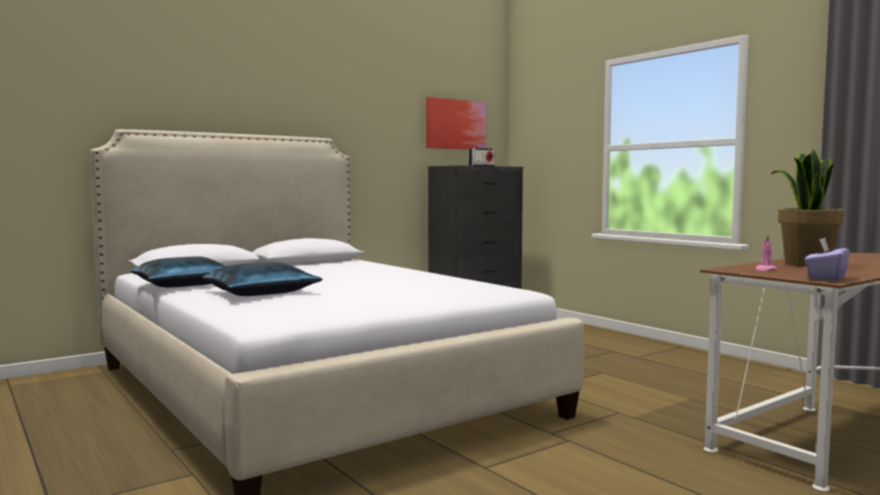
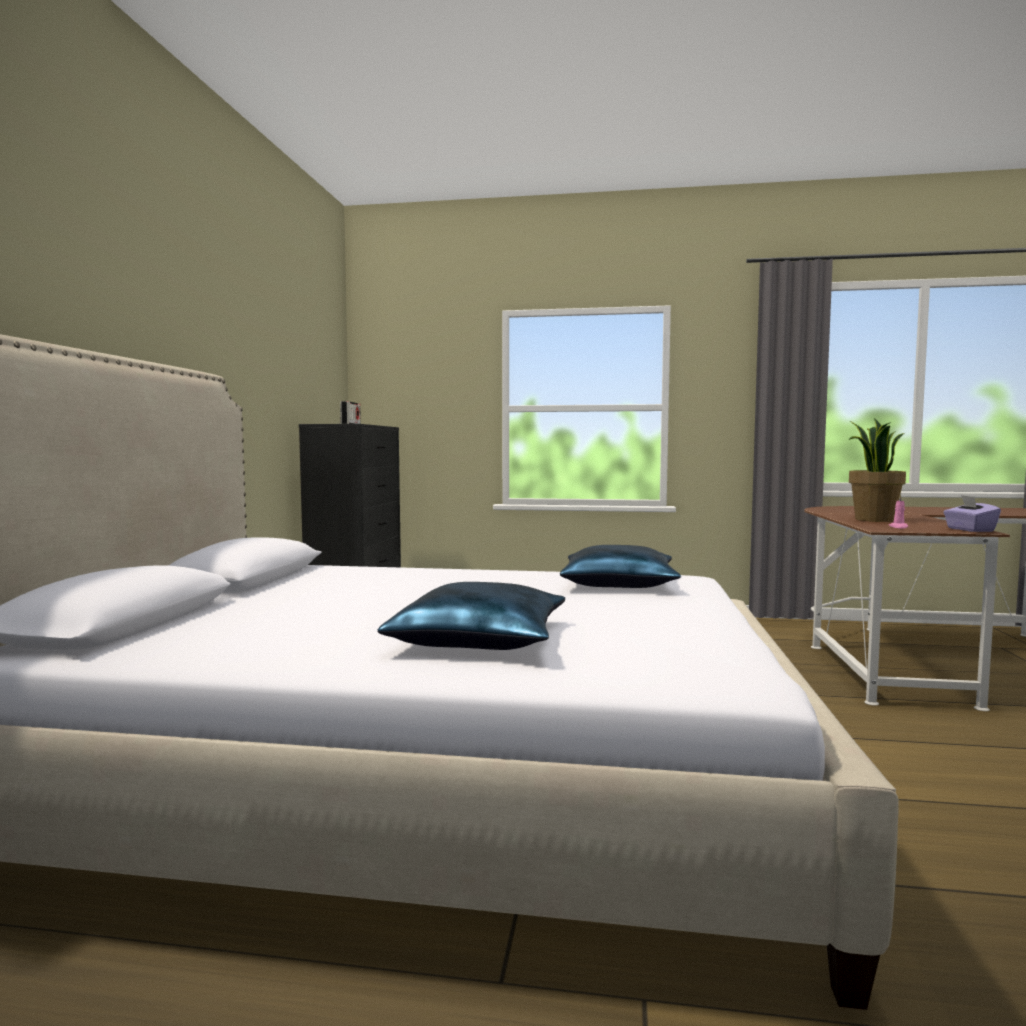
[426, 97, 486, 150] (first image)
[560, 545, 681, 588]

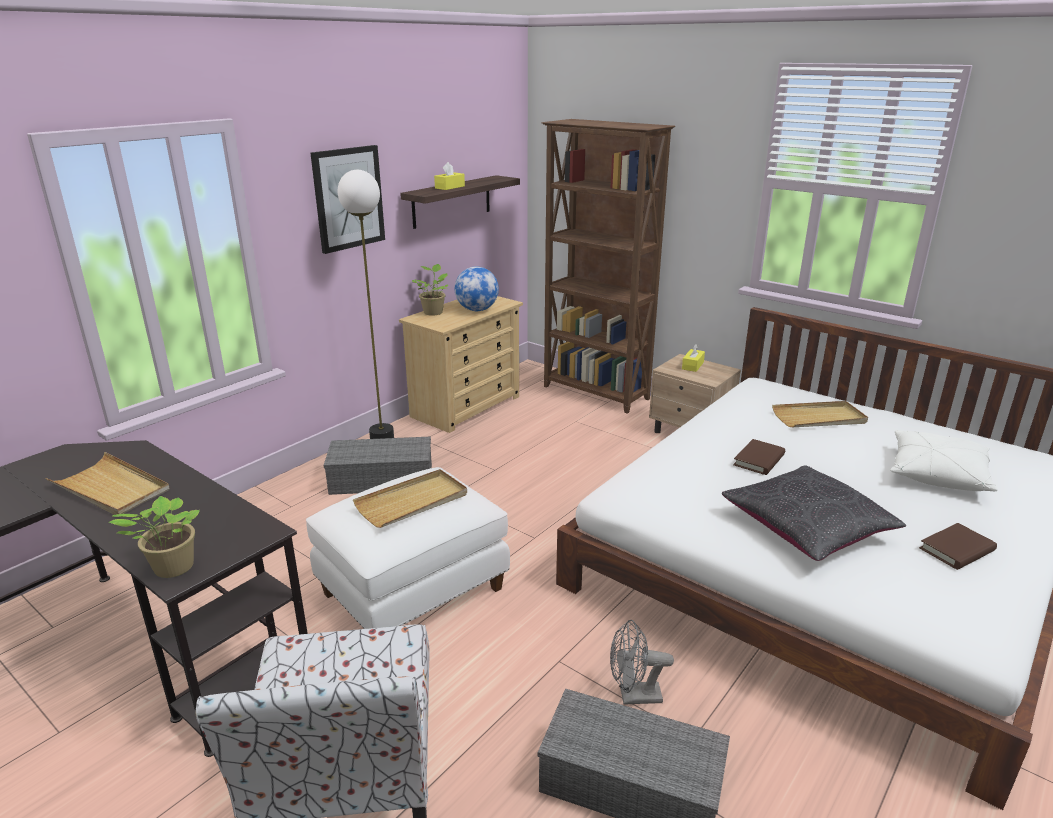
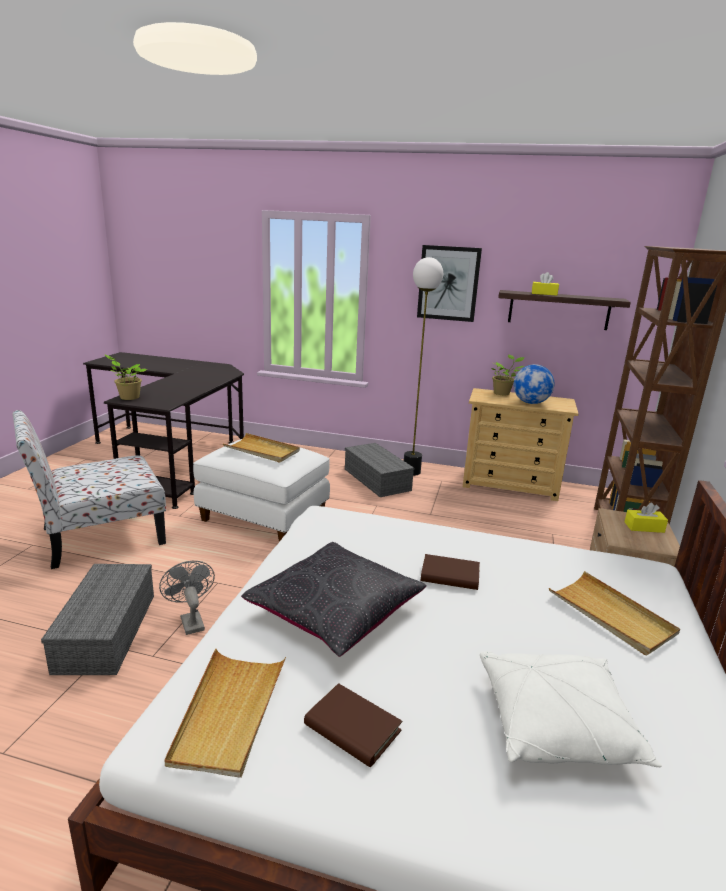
[164, 648, 286, 778]

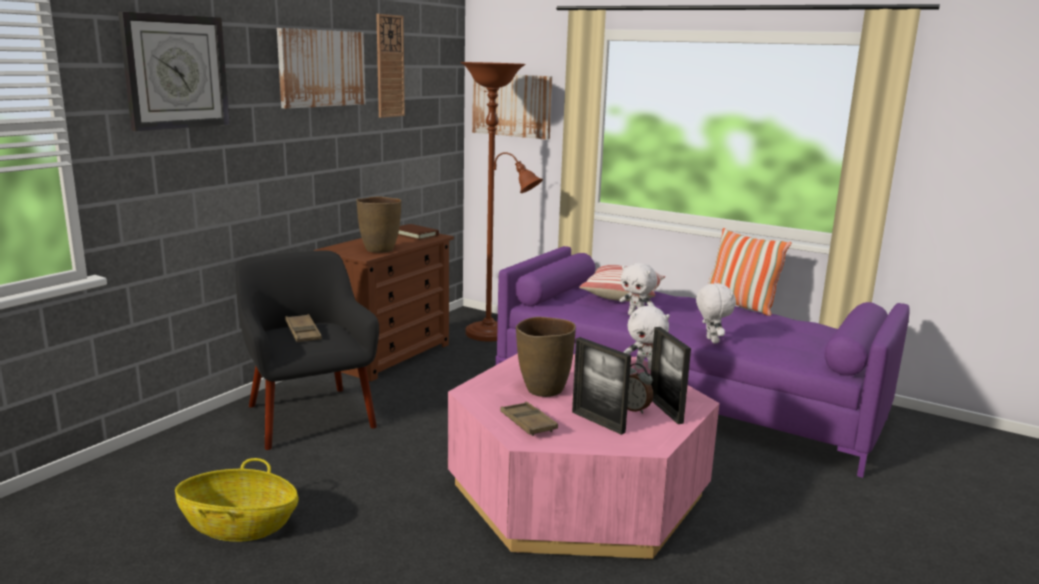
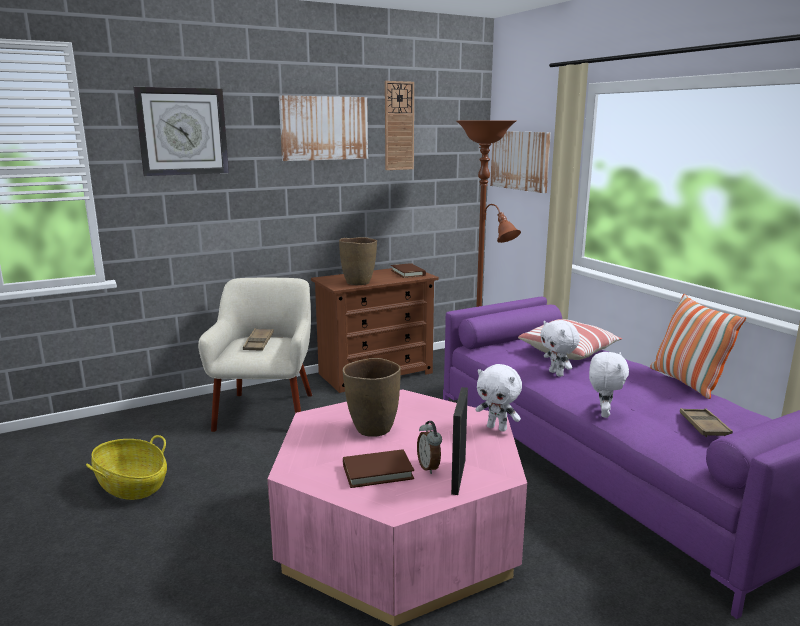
[198, 278, 312, 432]
[343, 449, 414, 488]
[680, 408, 733, 437]

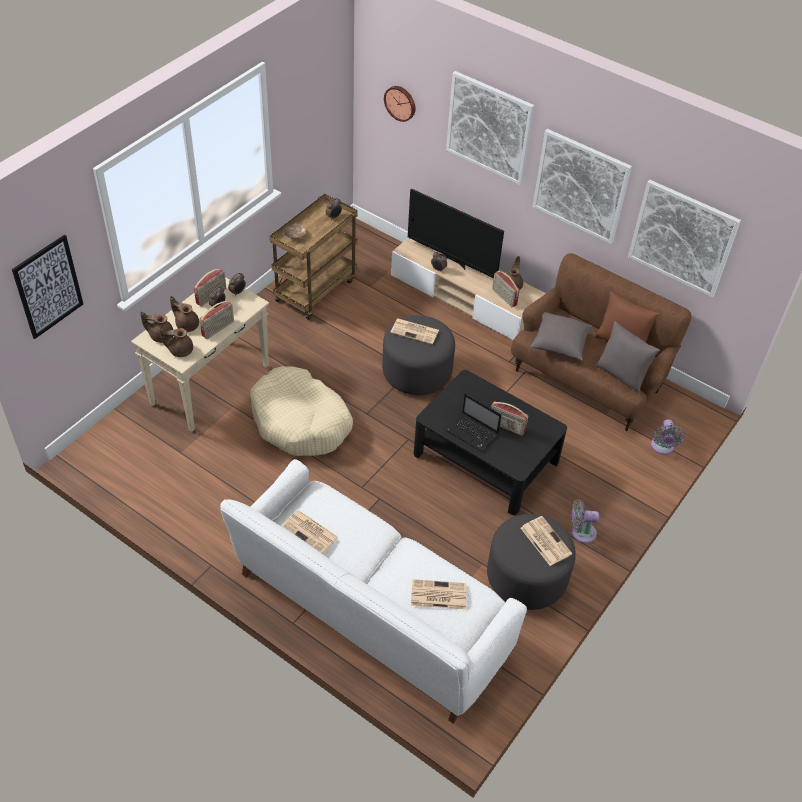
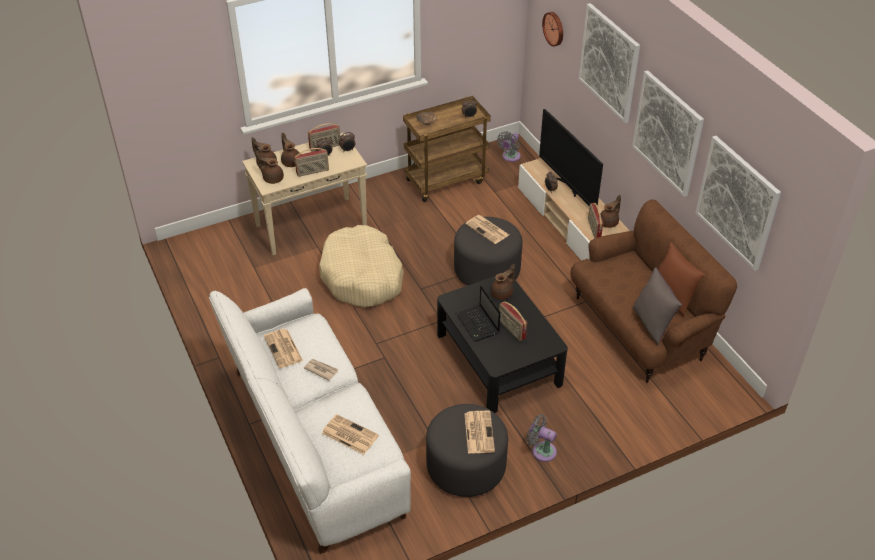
[12, 235, 83, 339] (first image)
[530, 312, 593, 361] (first image)
[497, 131, 521, 162]
[491, 264, 515, 300]
[304, 359, 338, 381]

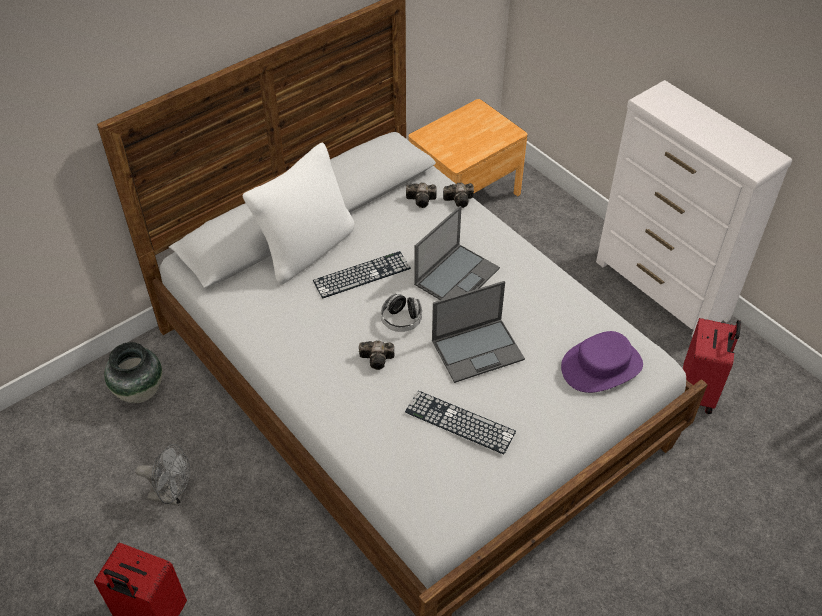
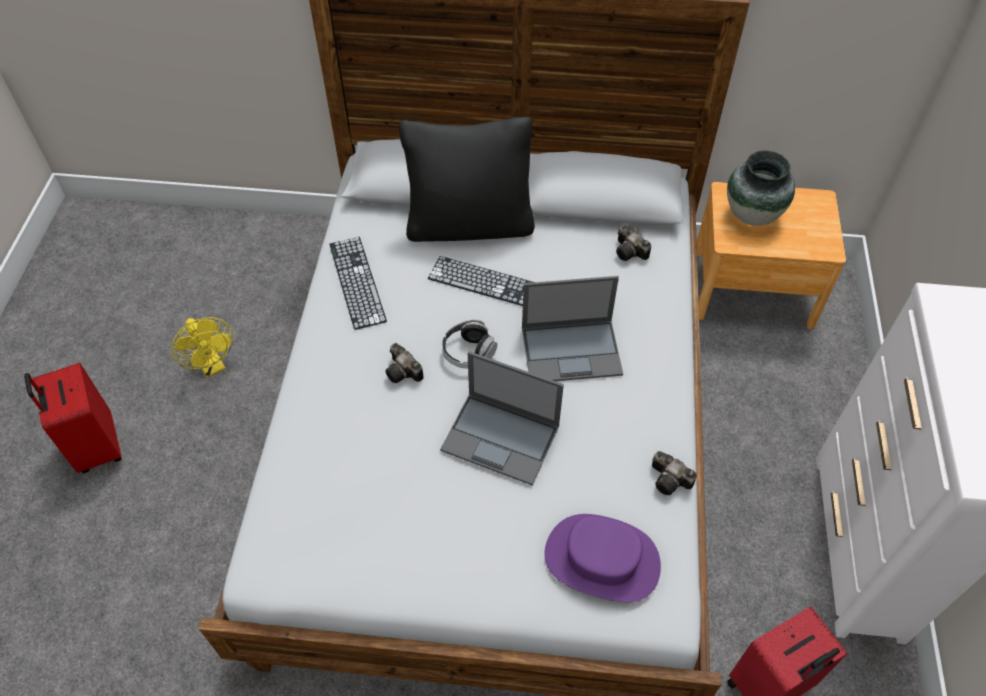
[399, 117, 535, 242]
[652, 451, 697, 495]
[727, 151, 795, 226]
[329, 237, 387, 330]
[171, 317, 234, 378]

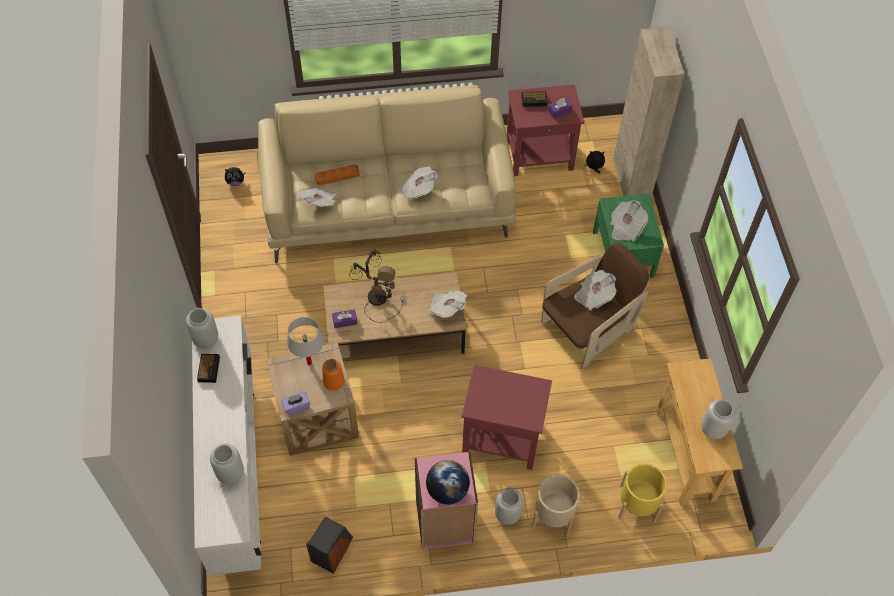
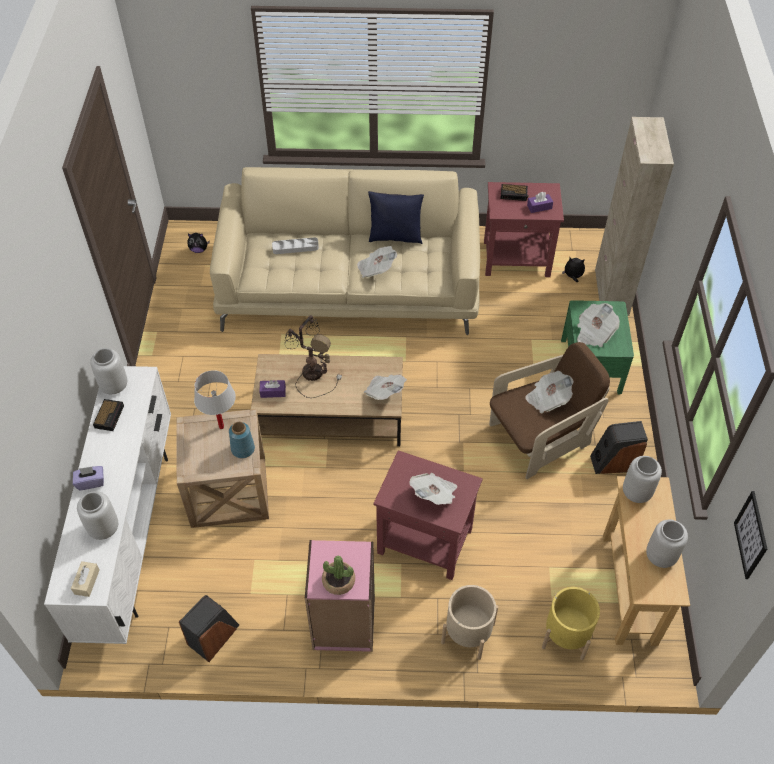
[272, 237, 319, 254]
[409, 473, 457, 505]
[229, 422, 255, 458]
[73, 466, 104, 490]
[322, 555, 355, 595]
[623, 456, 662, 503]
[368, 191, 424, 244]
[590, 421, 648, 474]
[734, 491, 767, 579]
[71, 561, 100, 597]

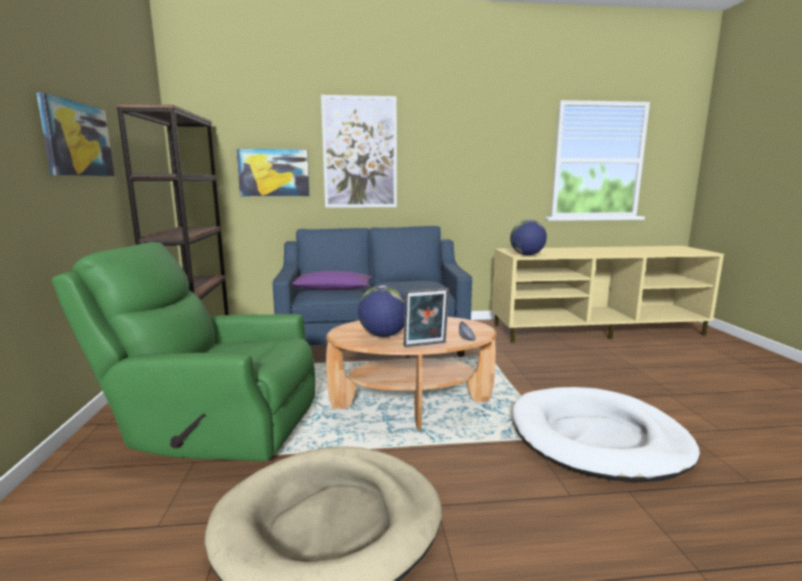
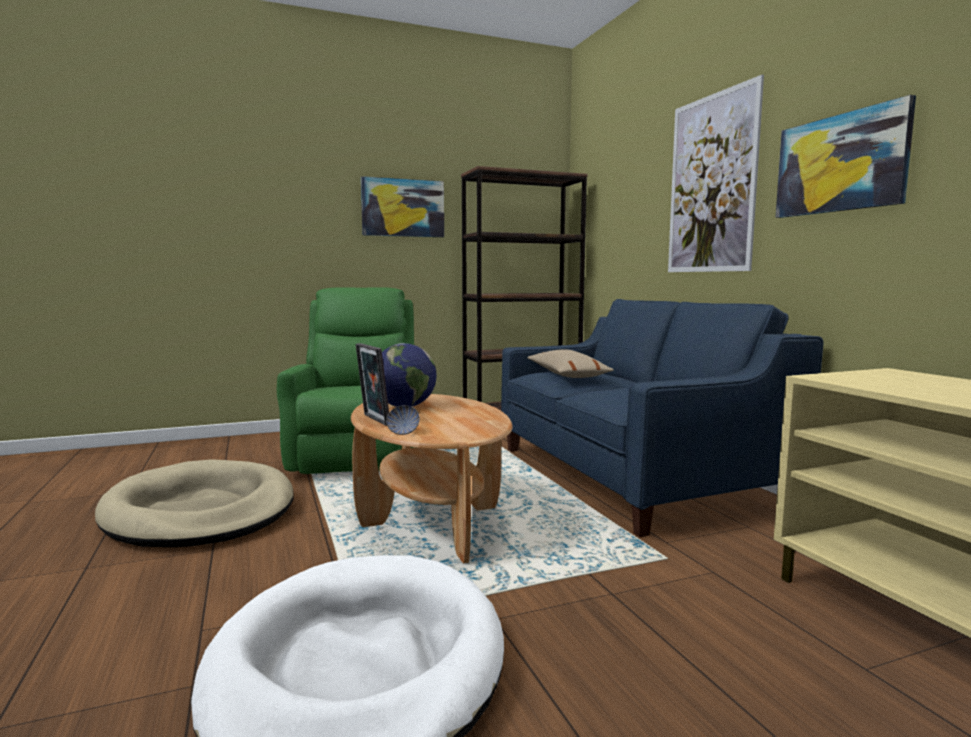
[776, 95, 916, 218]
[510, 220, 547, 255] (first image)
[528, 349, 614, 378]

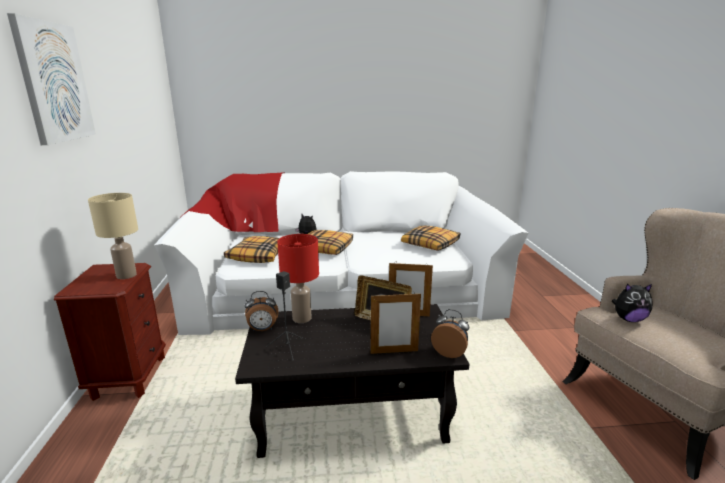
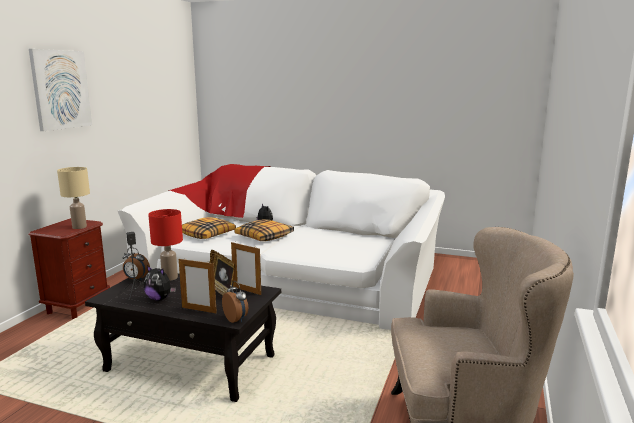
[401, 226, 460, 251] (first image)
[144, 266, 176, 301]

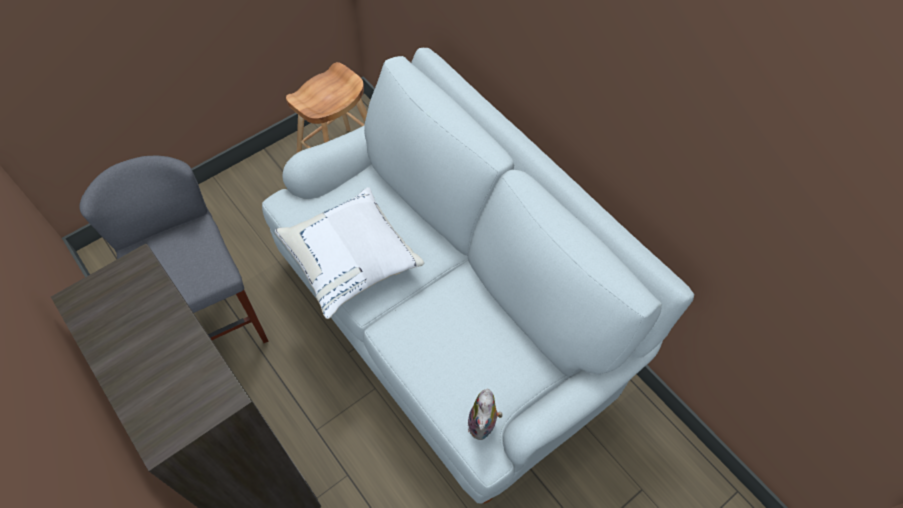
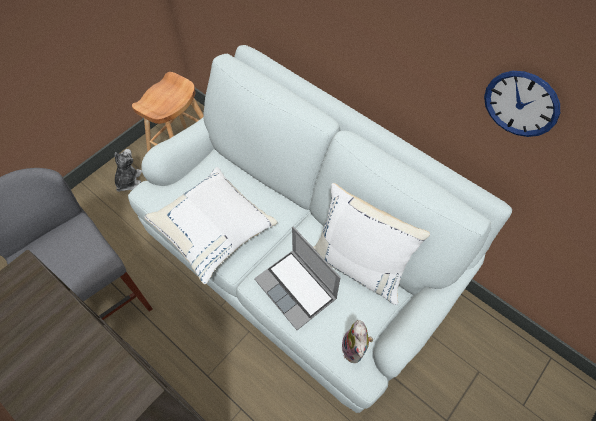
[484, 71, 560, 137]
[114, 149, 142, 192]
[313, 183, 430, 305]
[254, 226, 341, 330]

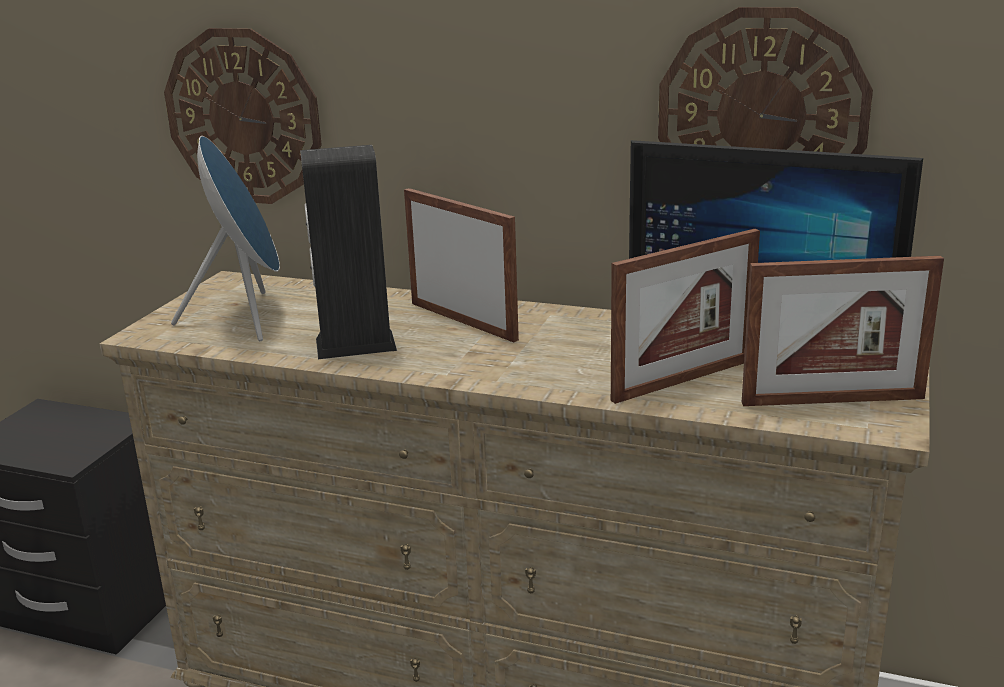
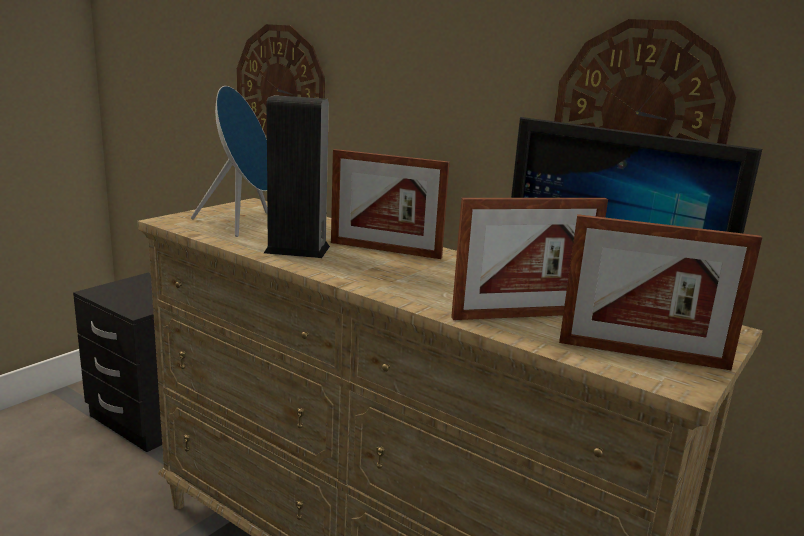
[331, 149, 450, 259]

